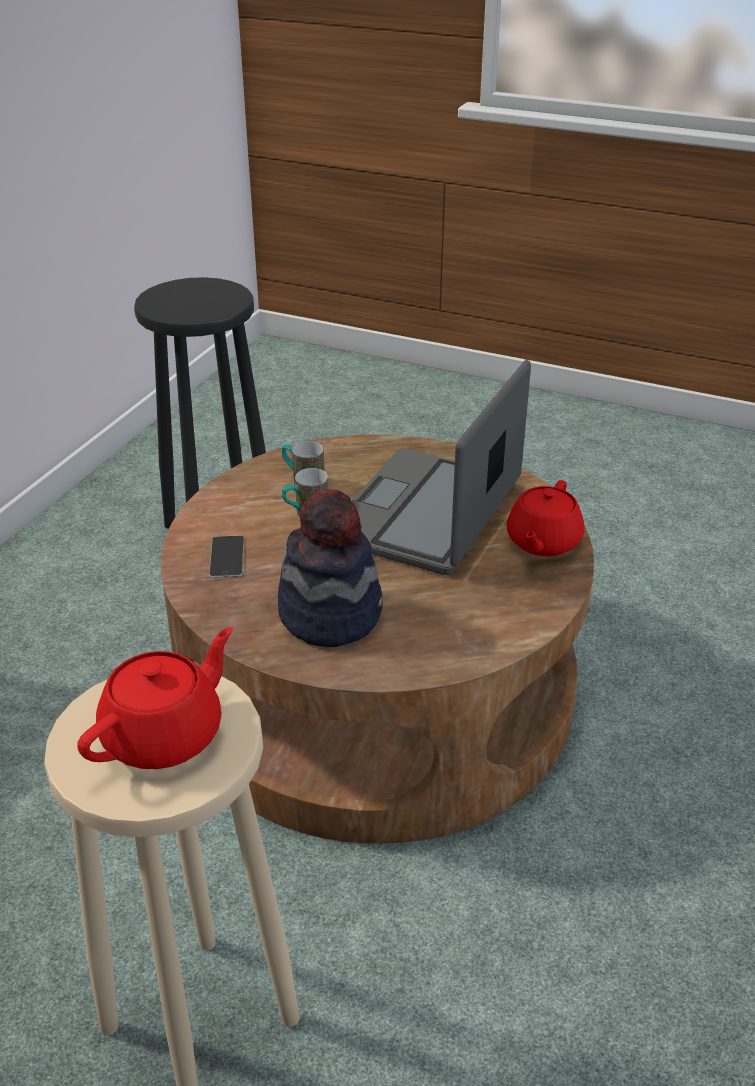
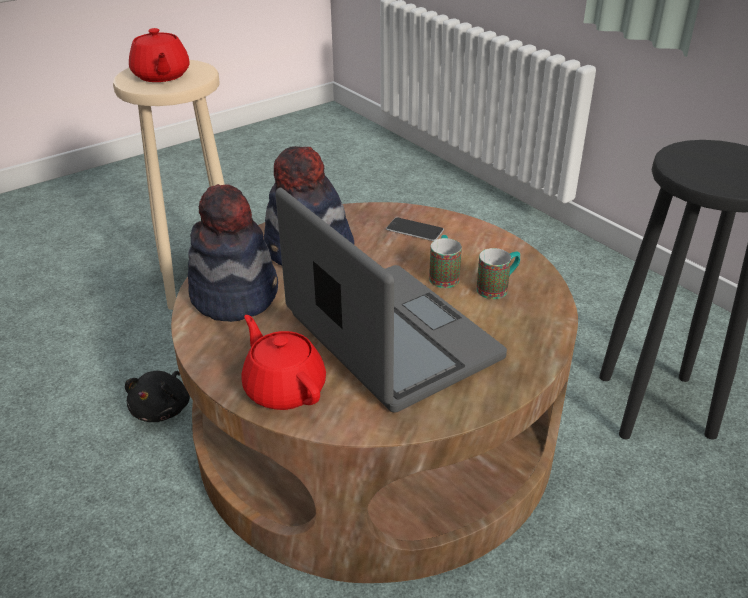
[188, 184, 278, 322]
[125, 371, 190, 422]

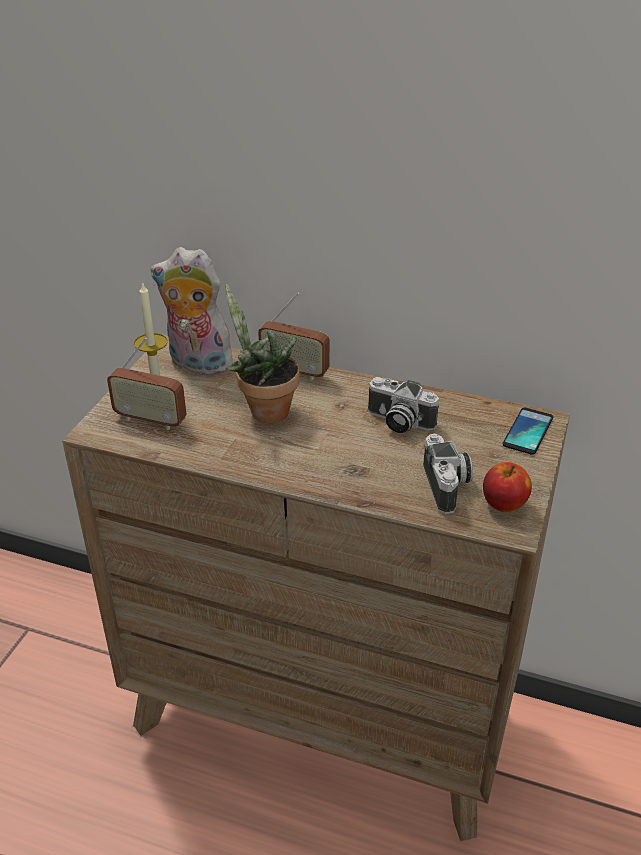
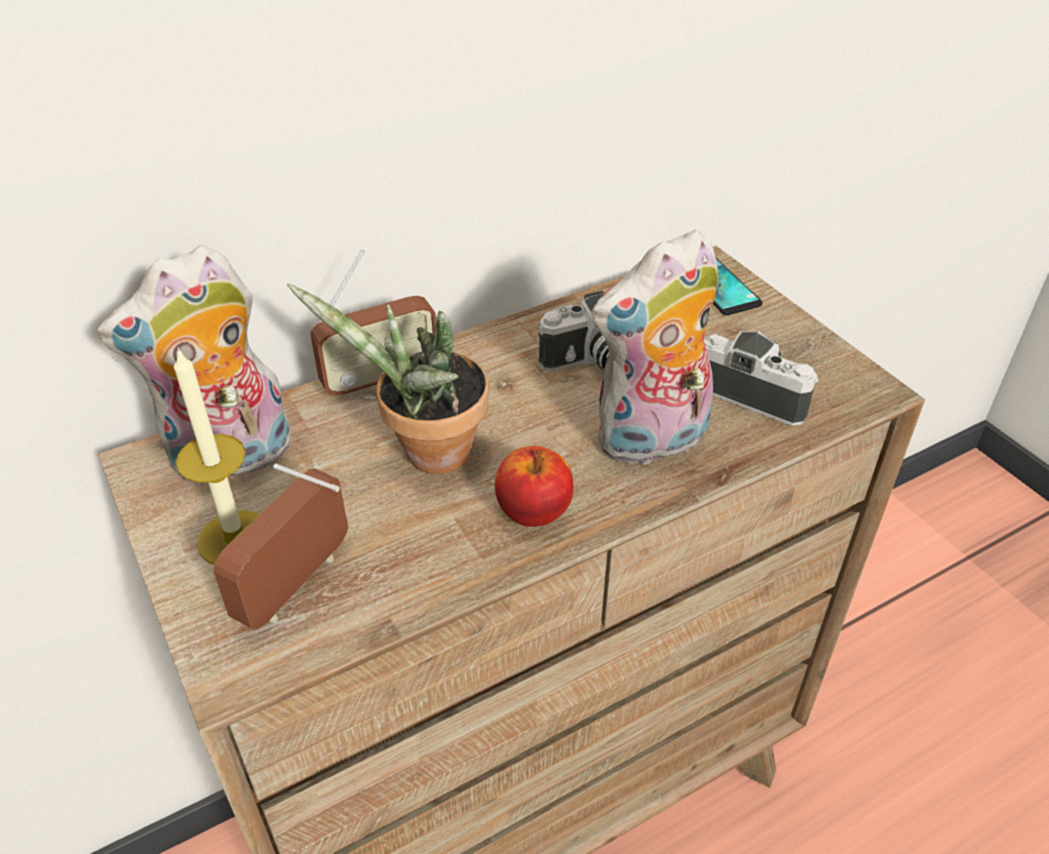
[213, 464, 348, 630]
[495, 446, 573, 527]
[591, 230, 719, 467]

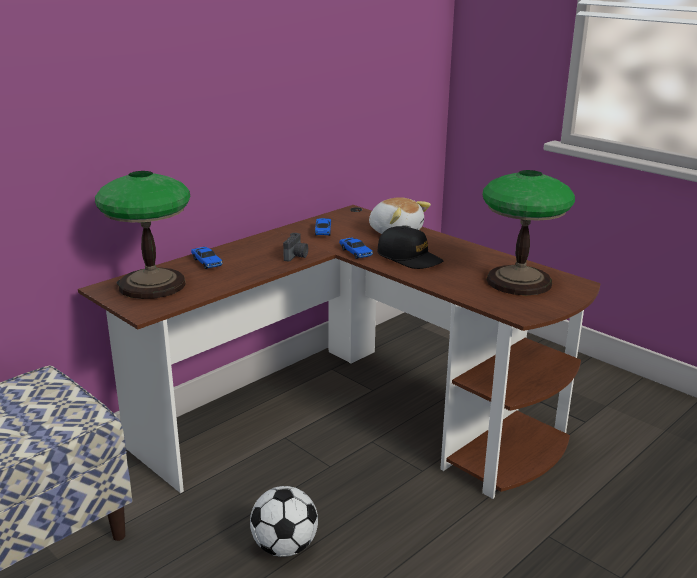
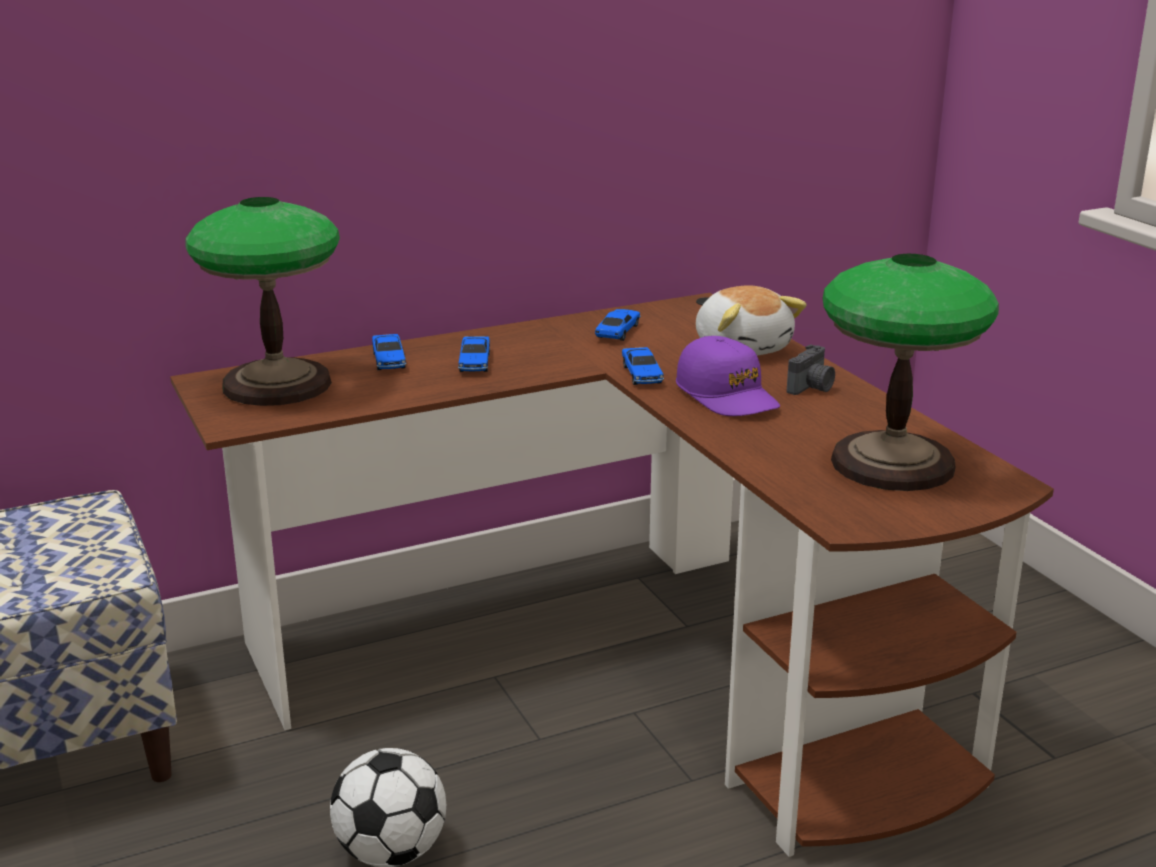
[676, 336, 780, 416]
[787, 344, 835, 395]
[458, 336, 490, 372]

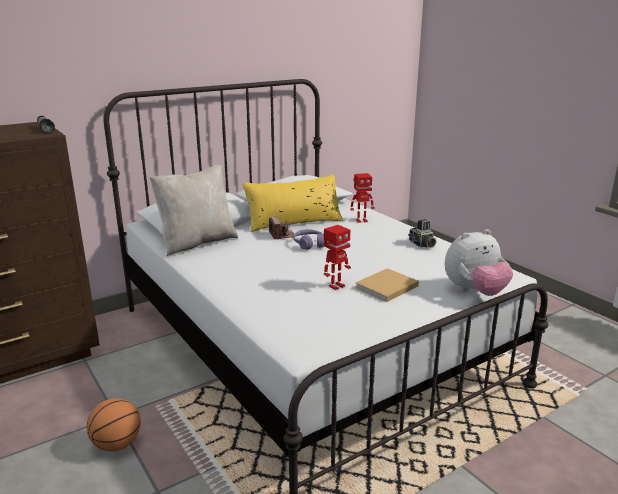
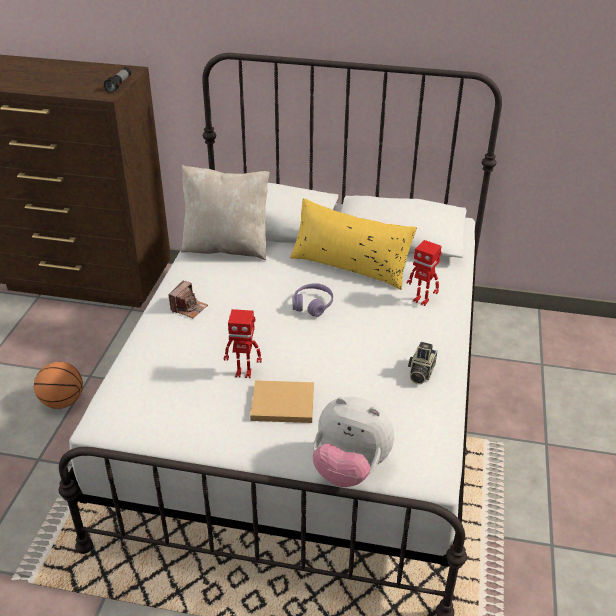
[168, 280, 208, 318]

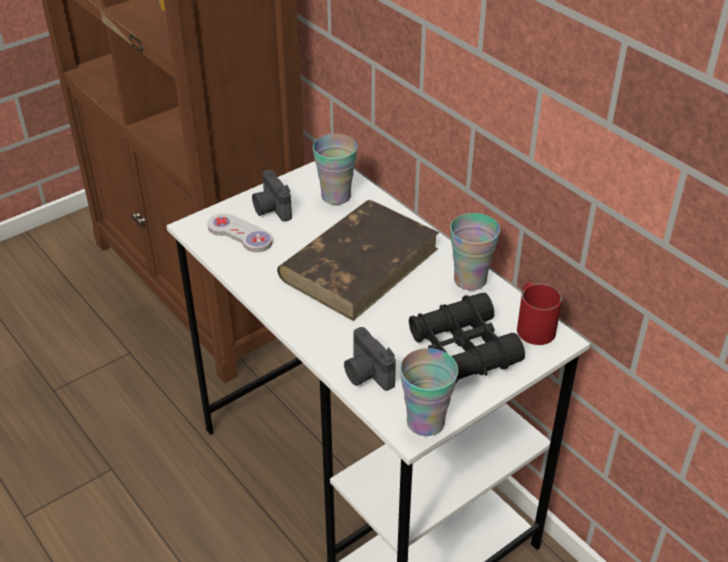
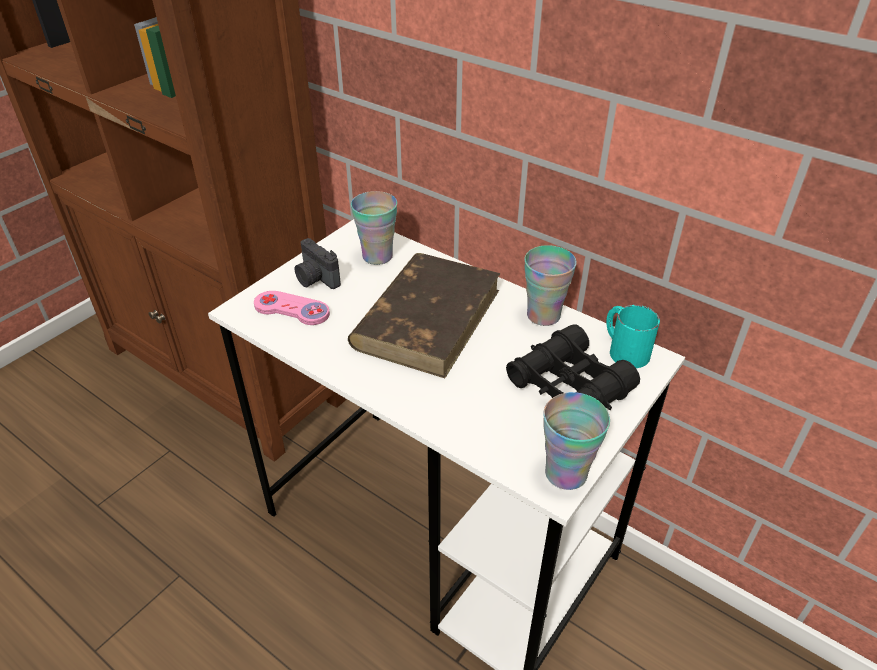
[254, 291, 330, 325]
[606, 305, 660, 368]
[344, 327, 396, 391] (first image)

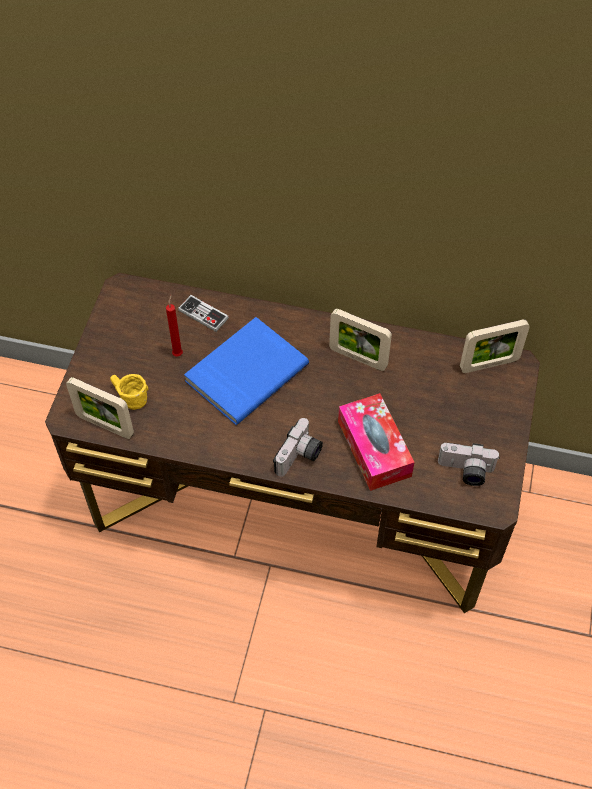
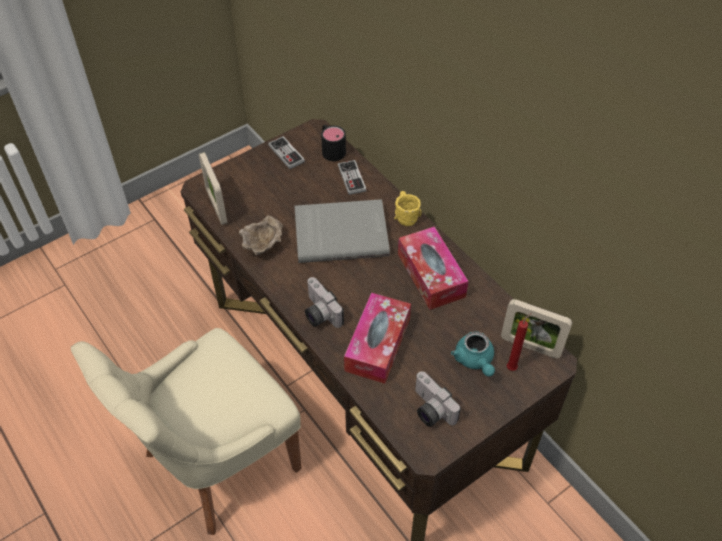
[507, 313, 531, 371]
[398, 226, 469, 310]
[295, 199, 390, 263]
[394, 191, 422, 226]
[305, 277, 344, 328]
[321, 125, 346, 161]
[268, 136, 305, 169]
[239, 215, 284, 255]
[71, 328, 302, 535]
[451, 331, 495, 377]

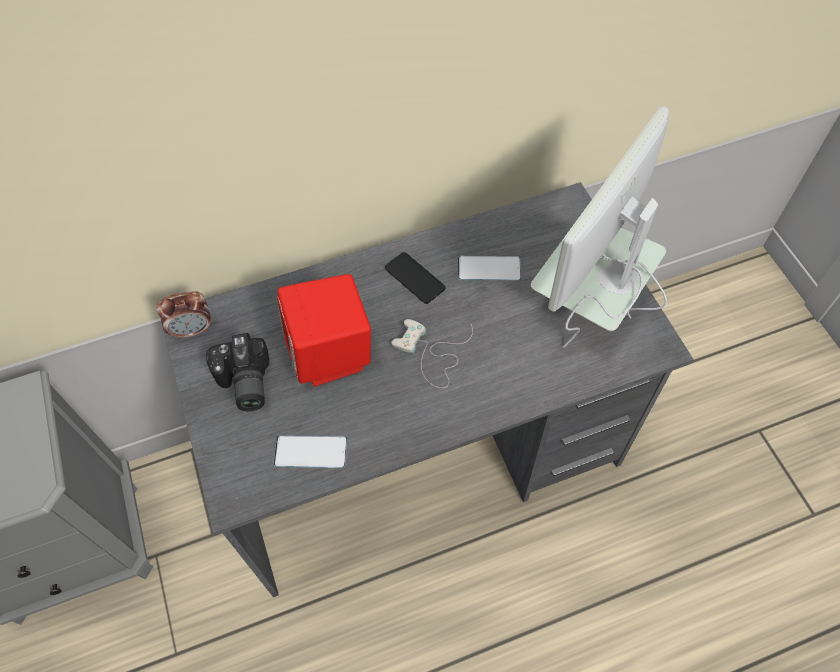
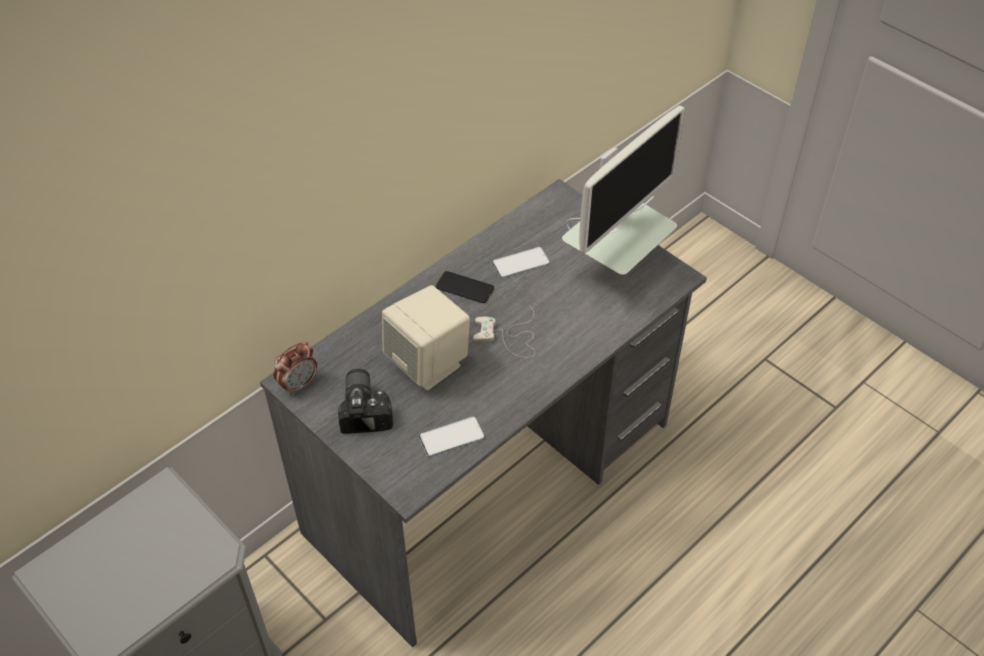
[562, 106, 685, 275]
[382, 285, 470, 391]
[338, 369, 393, 434]

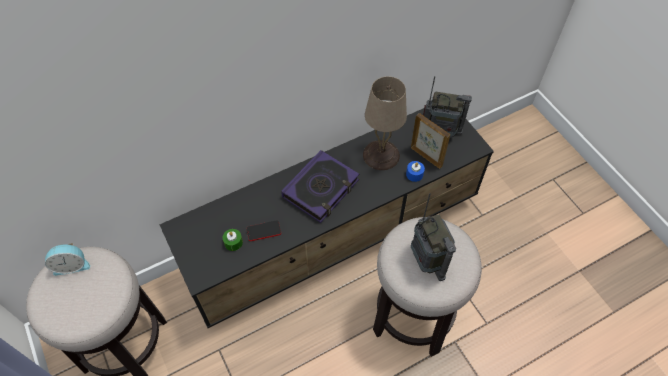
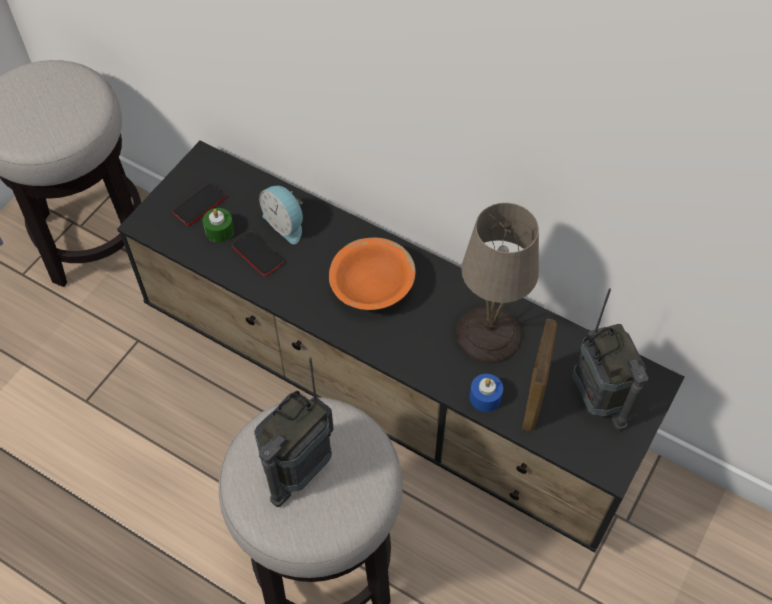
[329, 237, 415, 310]
[259, 186, 303, 244]
[173, 183, 226, 226]

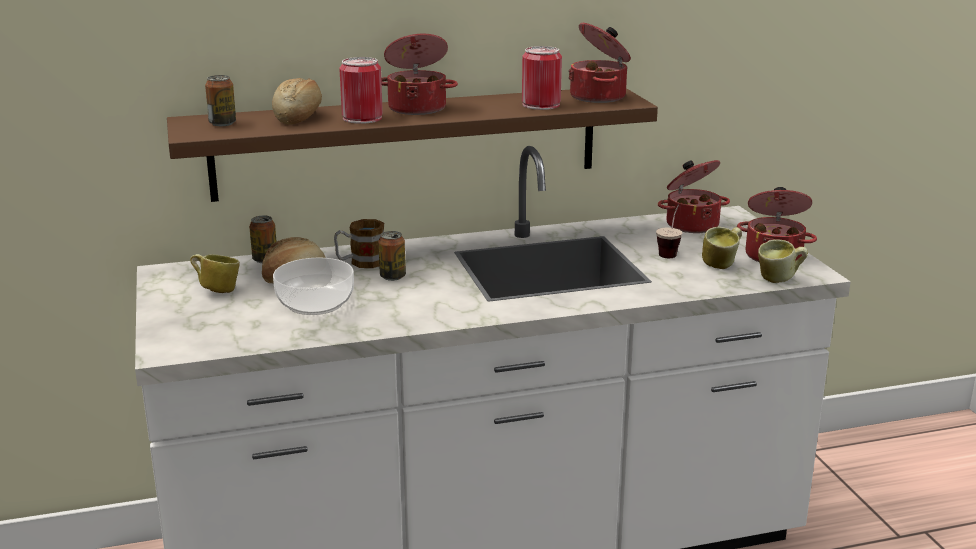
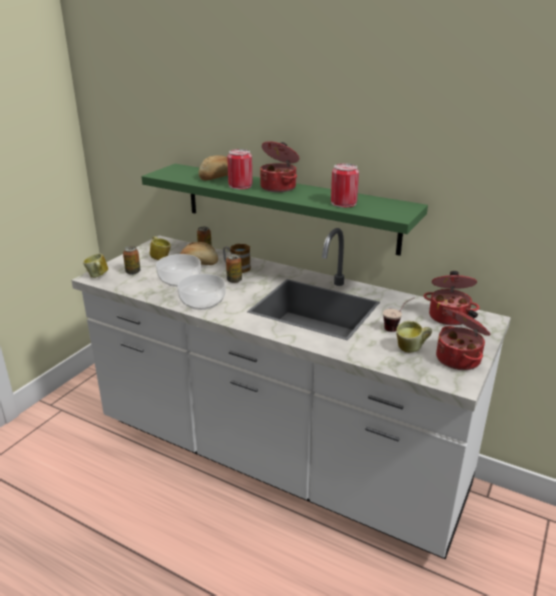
[568, 23, 631, 103] (first image)
[123, 246, 140, 275]
[141, 164, 428, 256]
[83, 254, 108, 278]
[177, 274, 226, 310]

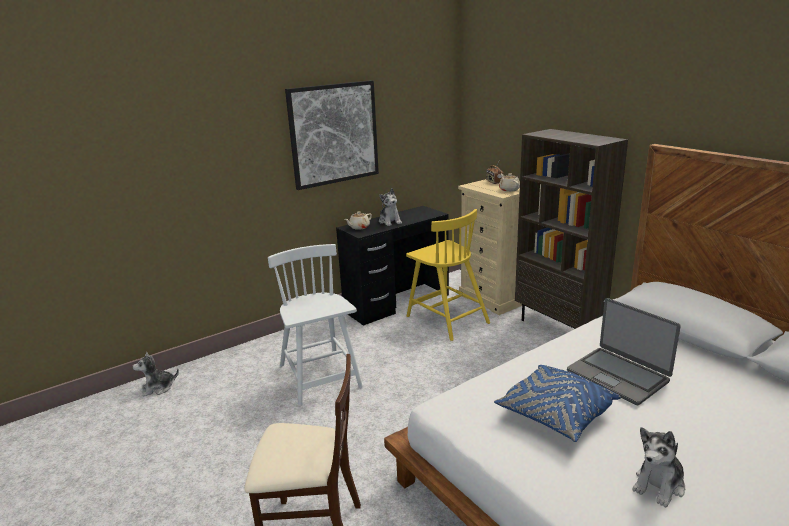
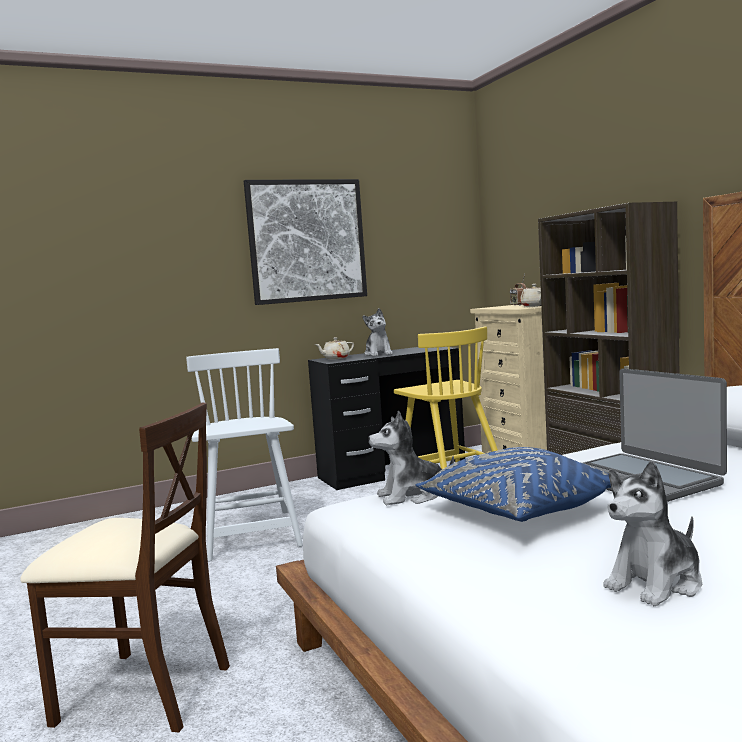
[368, 411, 454, 506]

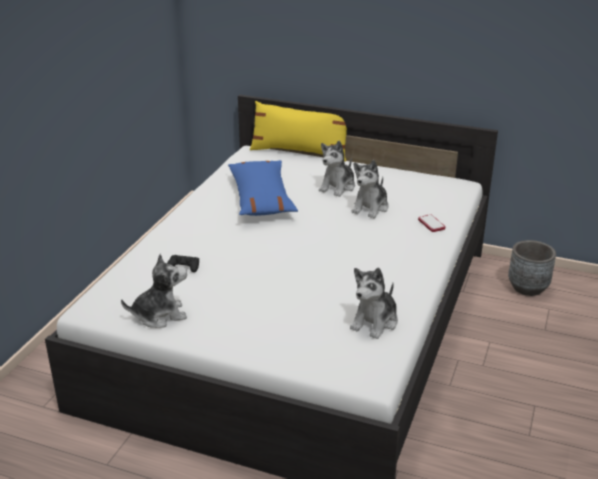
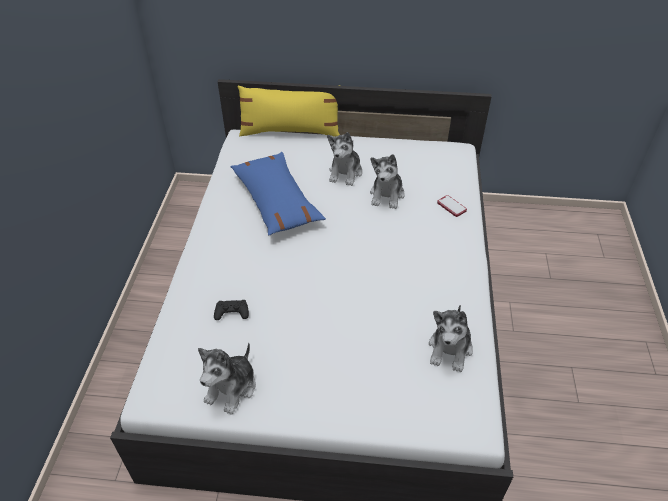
[508, 240, 556, 296] (first image)
[198, 343, 256, 415]

